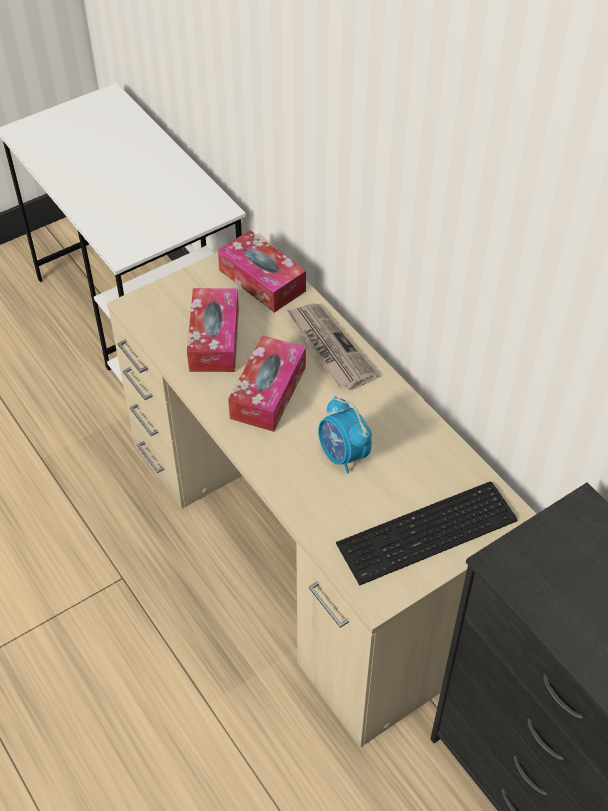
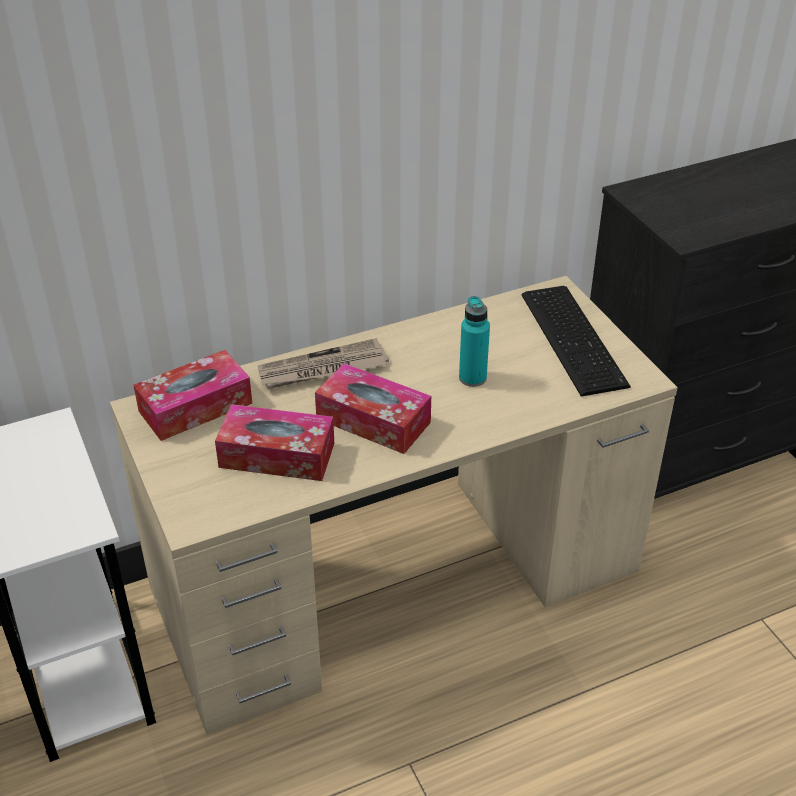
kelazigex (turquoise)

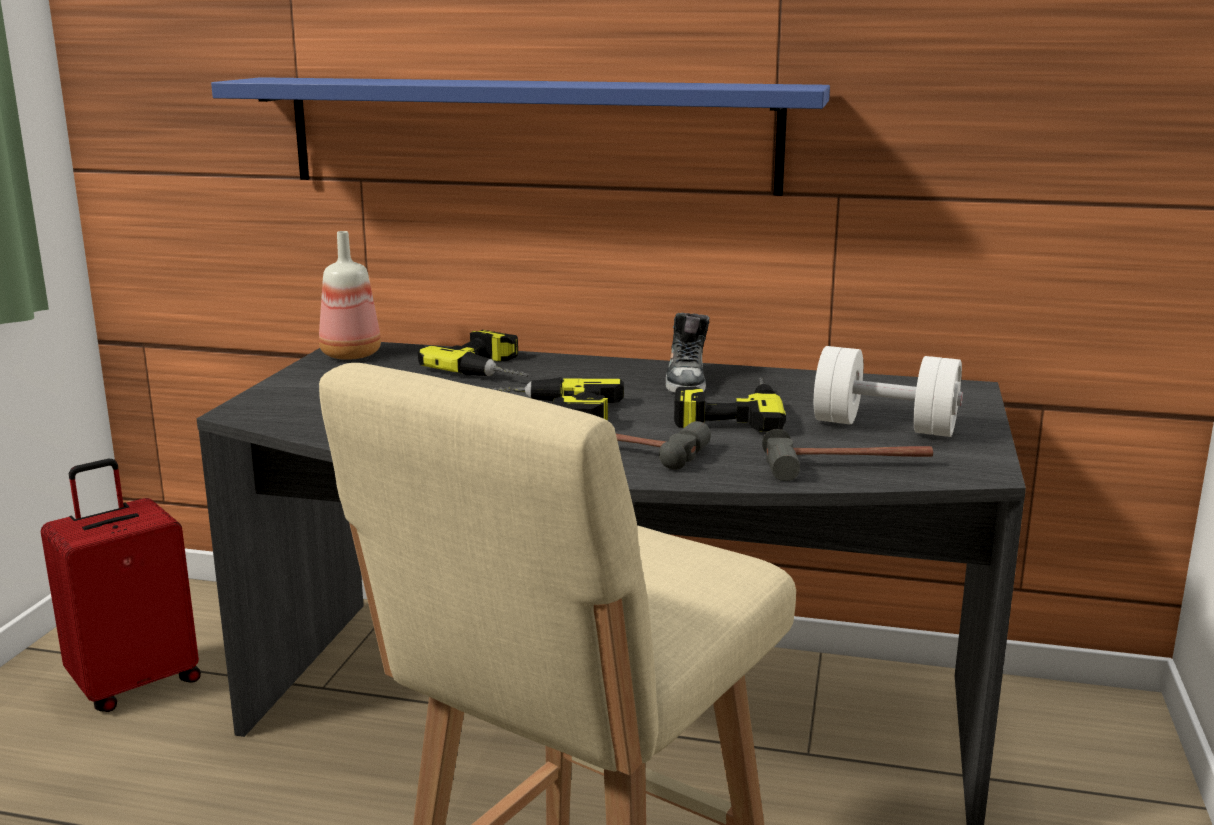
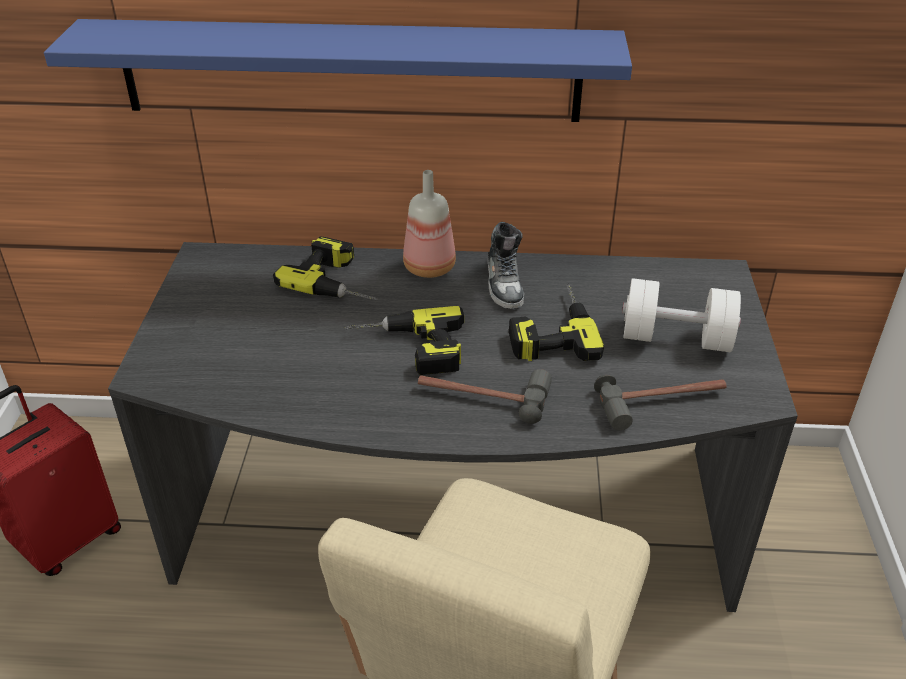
kelazigex

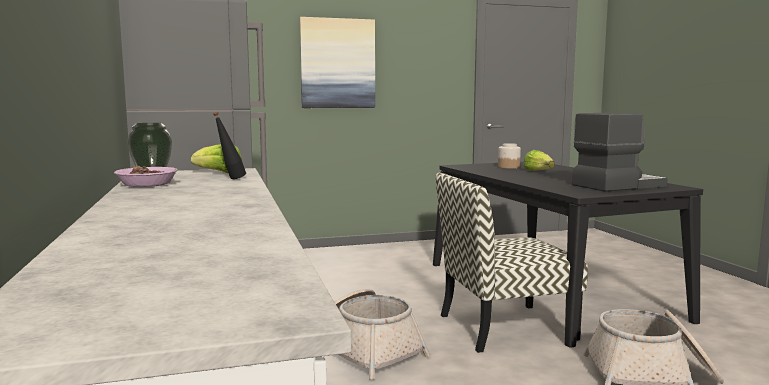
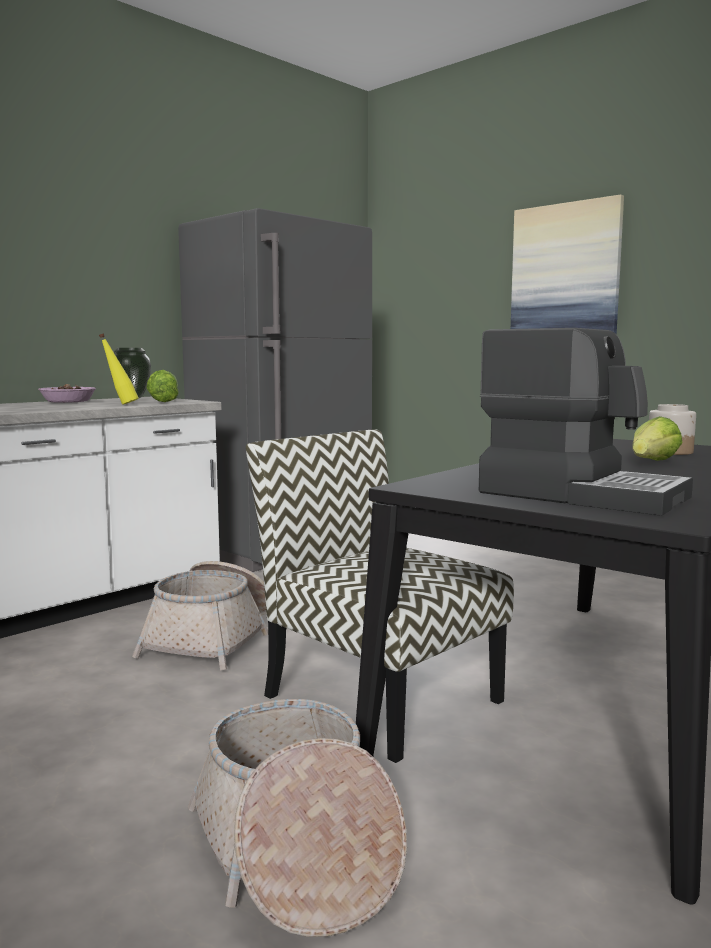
kelazigex (yellow)

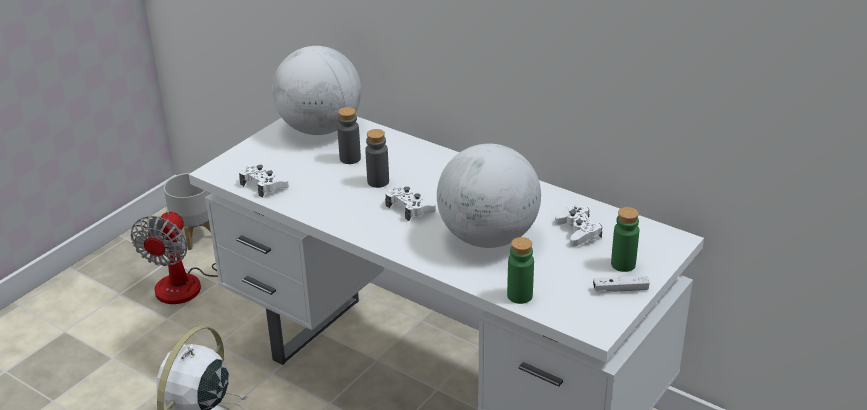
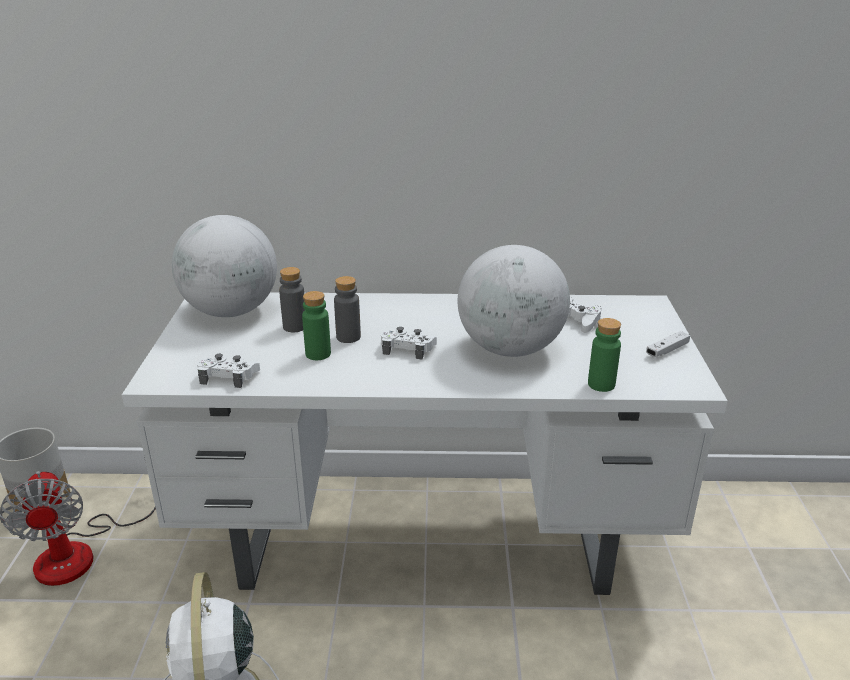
kelazigex (green) (1st from left)

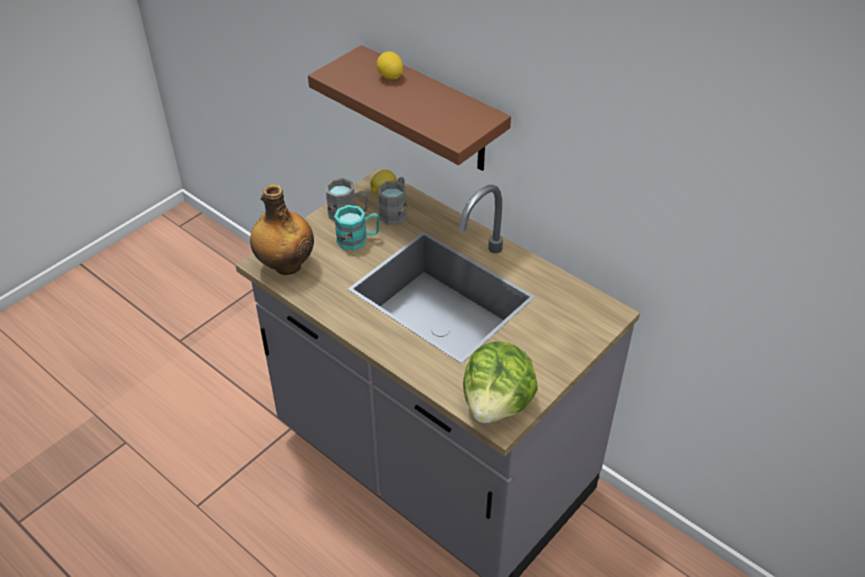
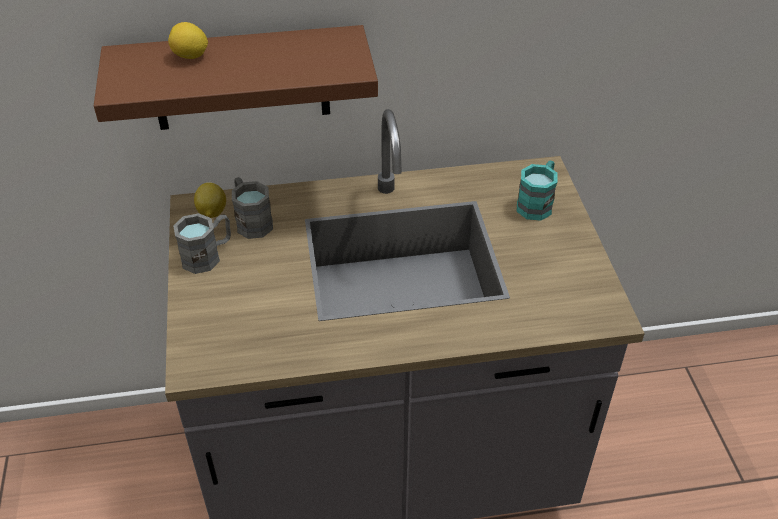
kelazigex
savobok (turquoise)
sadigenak

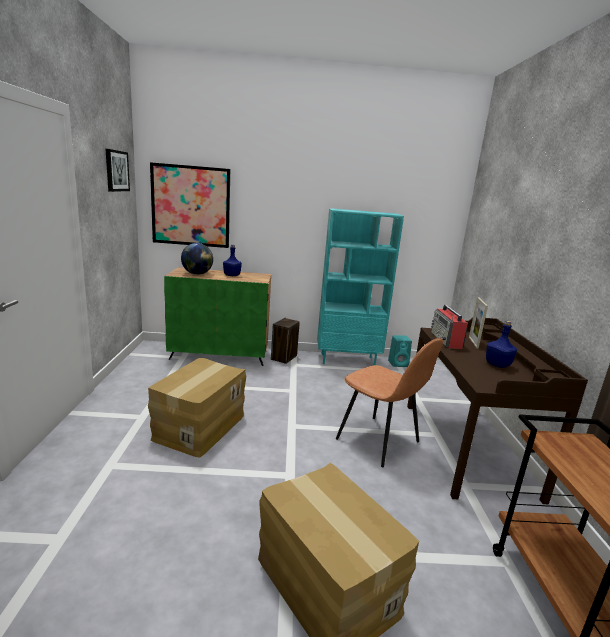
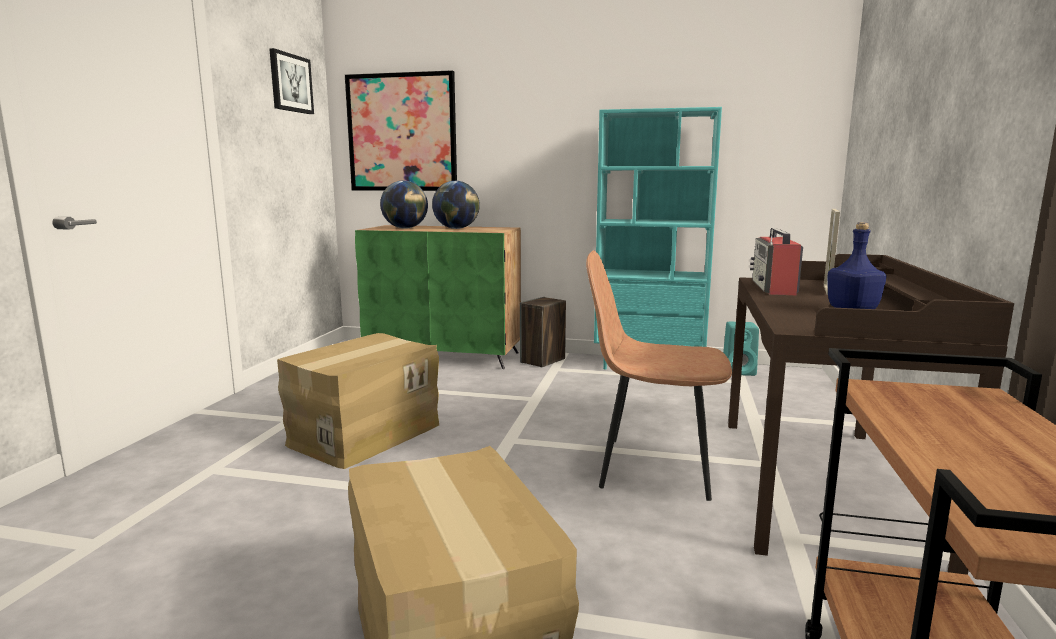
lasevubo (2nd from left)
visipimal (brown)

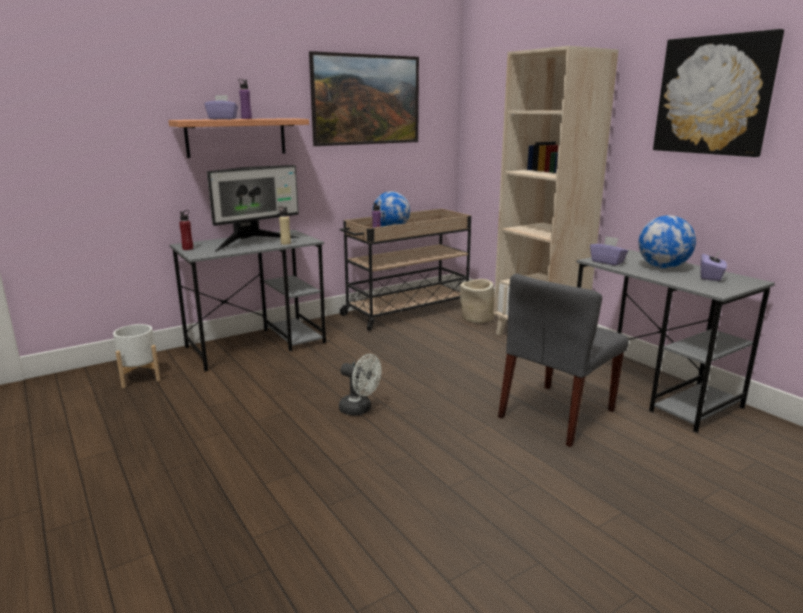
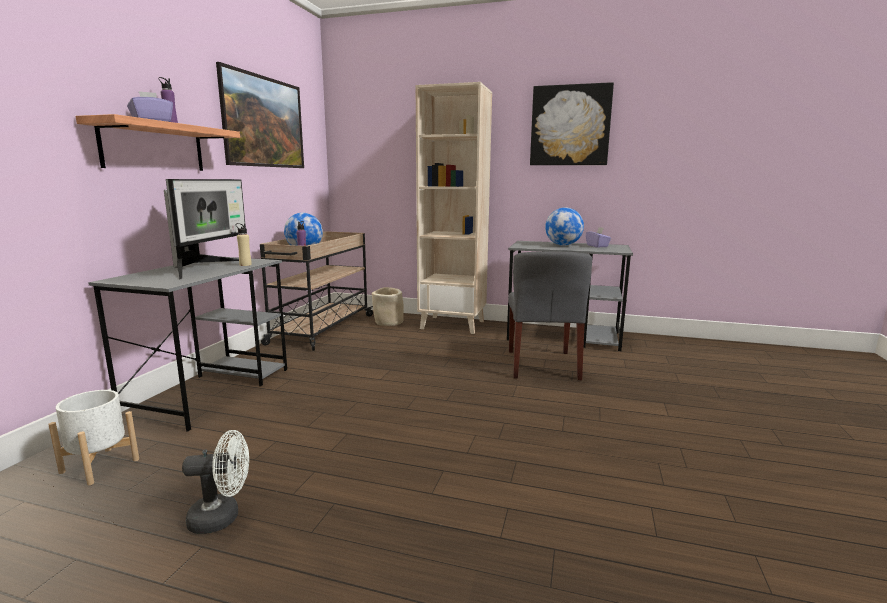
kelazigex (red)
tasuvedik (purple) (2nd from left in the first image)
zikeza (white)

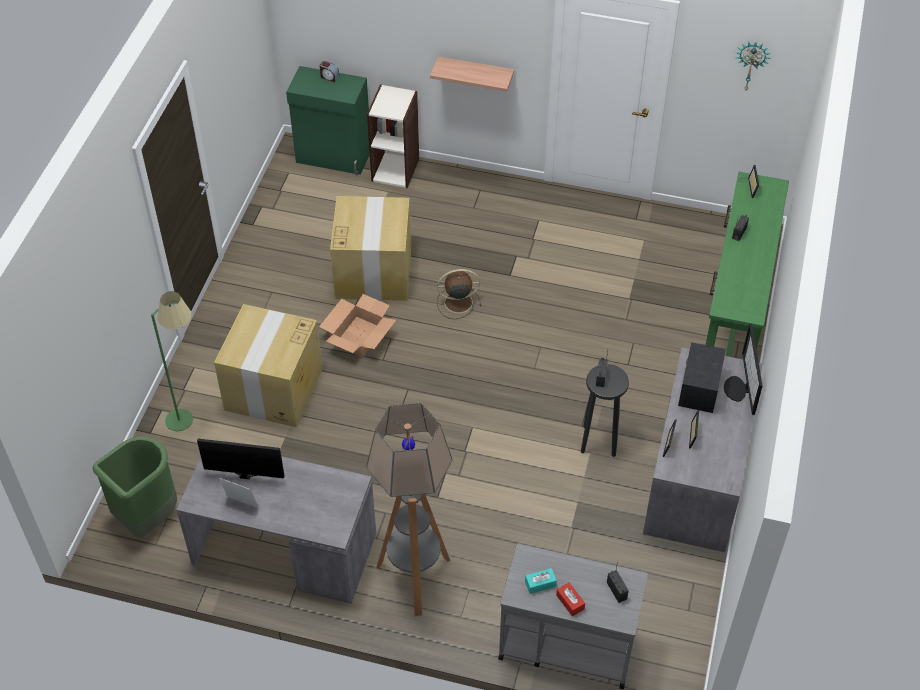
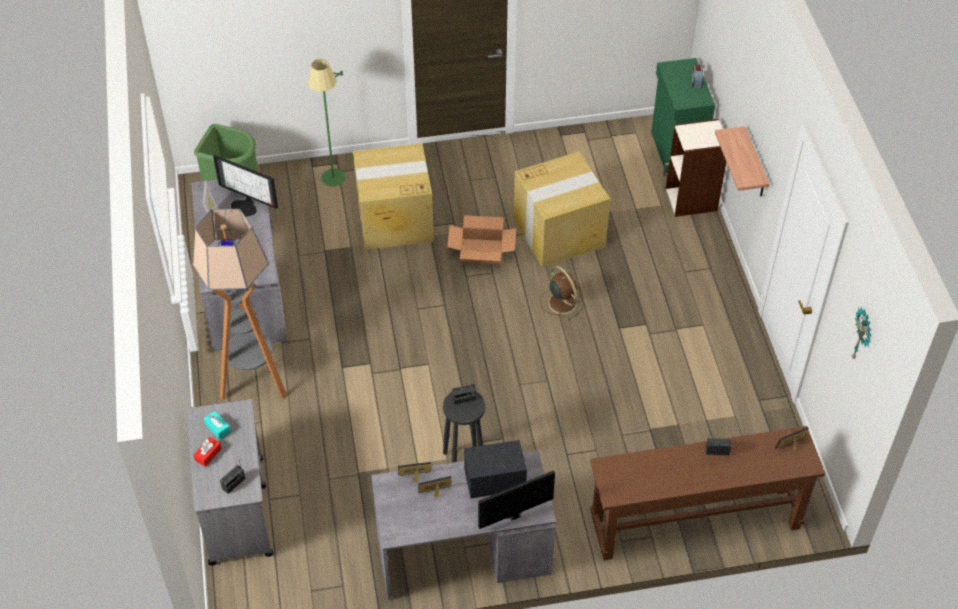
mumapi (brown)
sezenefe (1st from left)

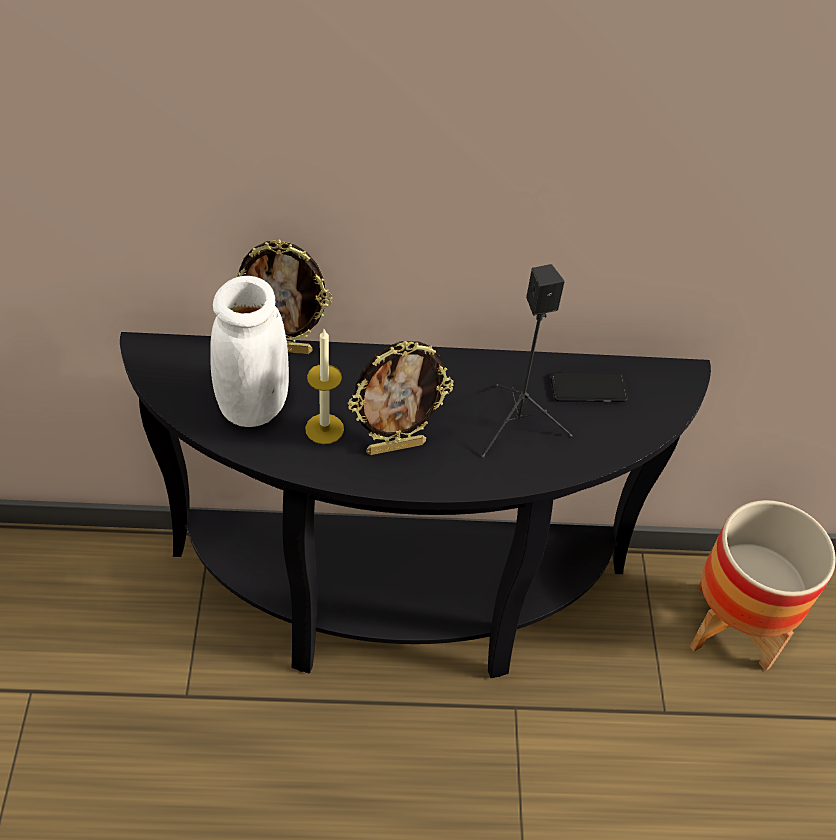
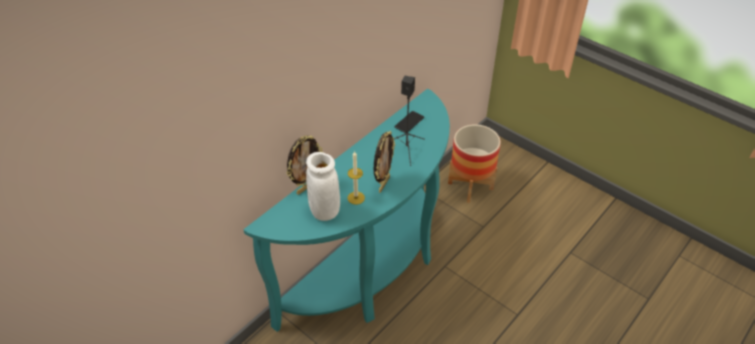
mumapi (turquoise)

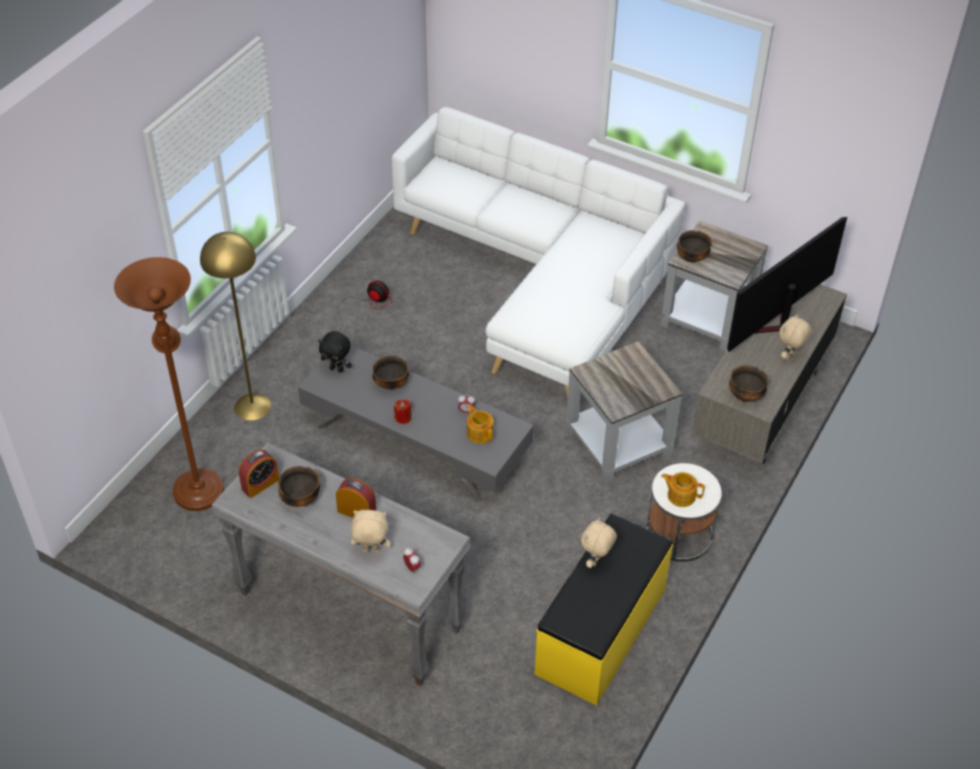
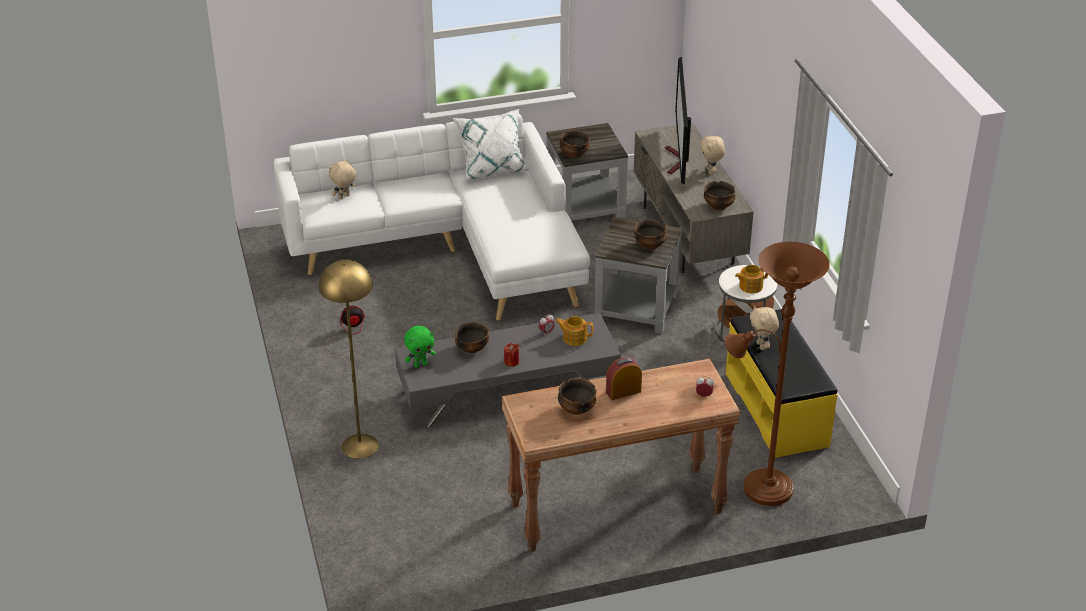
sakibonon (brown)
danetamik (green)
mumapi (brown)
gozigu (1st from left in the first image)
danetamik (beige) (1st from left)
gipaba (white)
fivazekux (4th from left)

